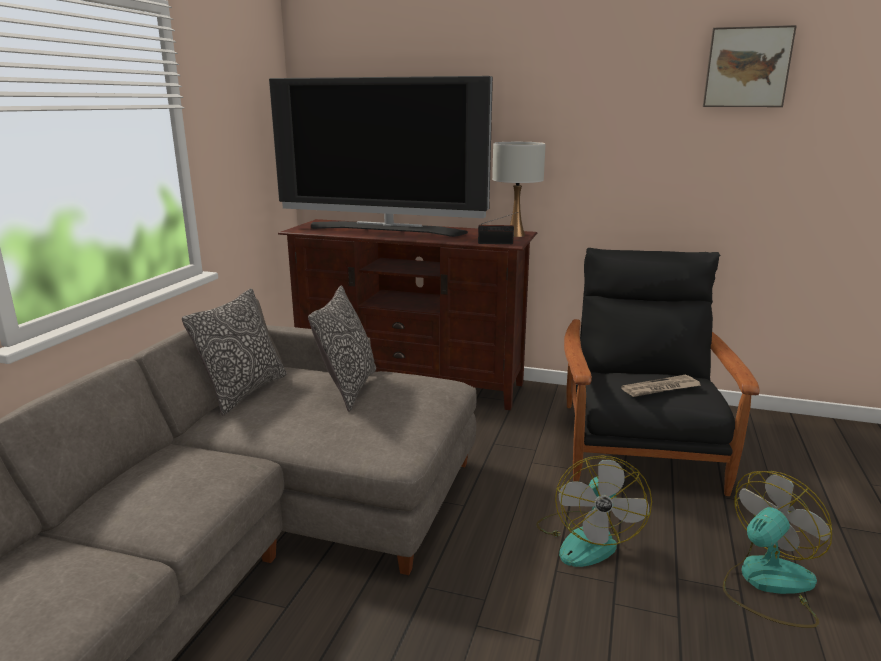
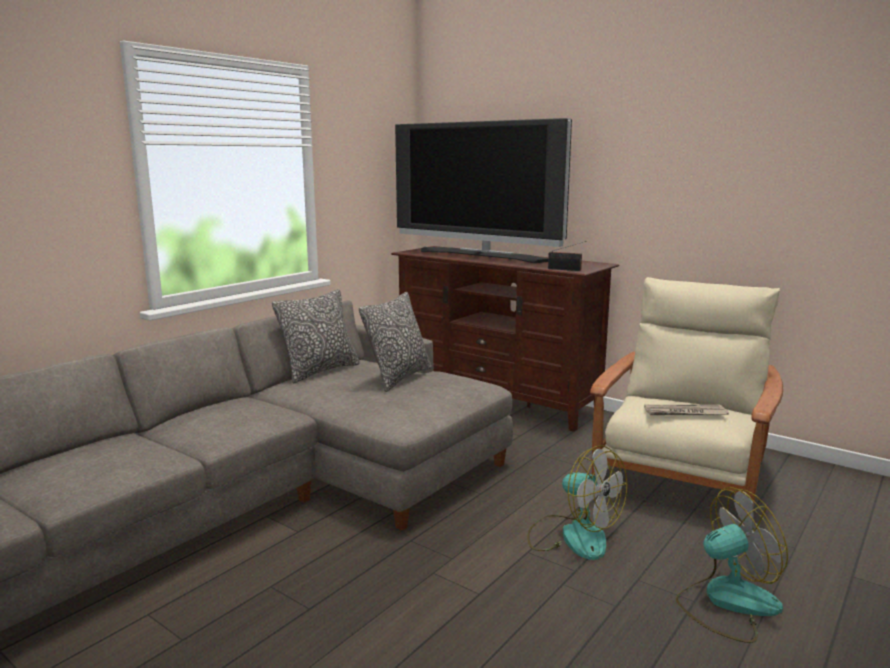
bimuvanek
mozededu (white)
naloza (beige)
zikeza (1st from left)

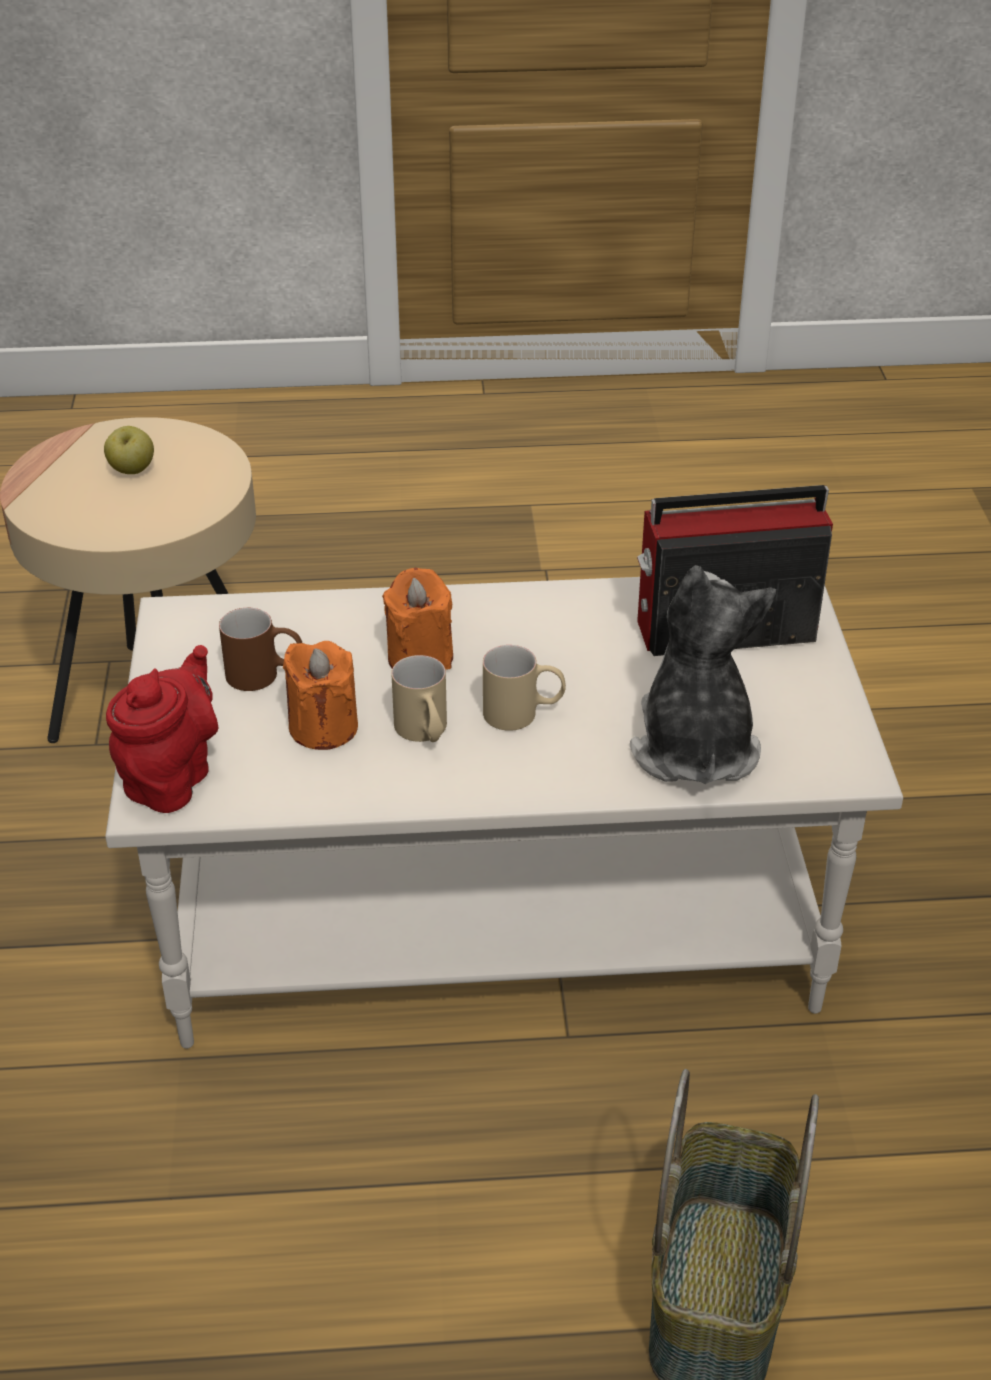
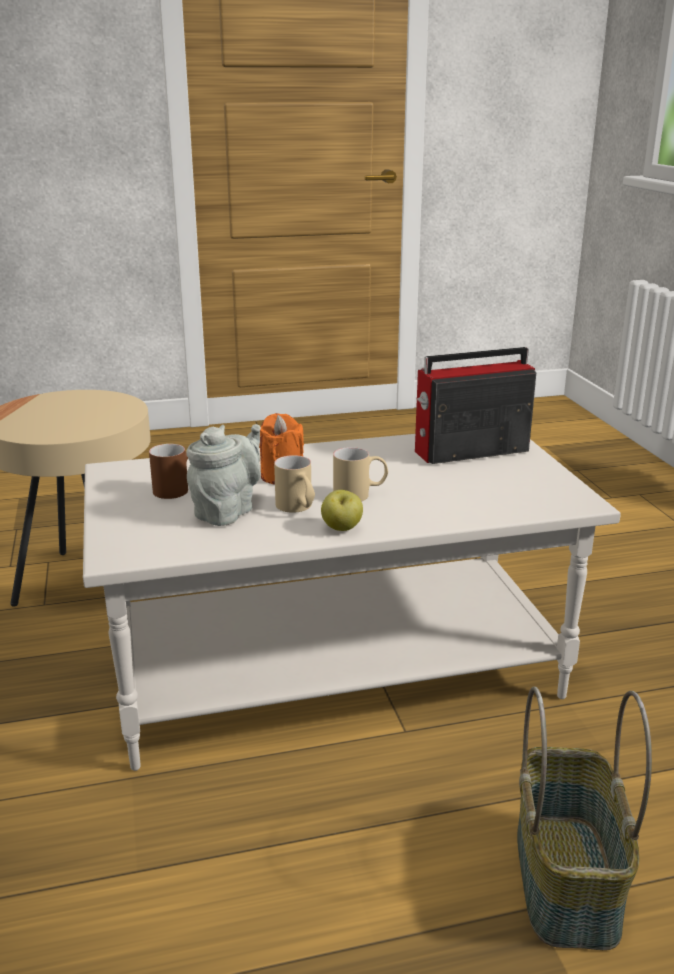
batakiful
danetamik
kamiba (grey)
kamiba (red)

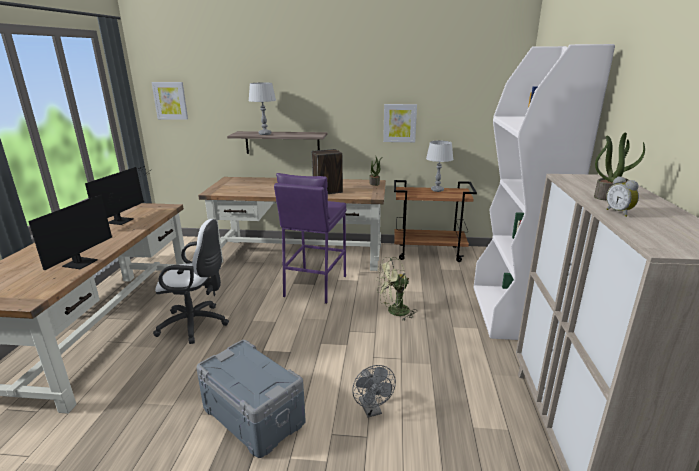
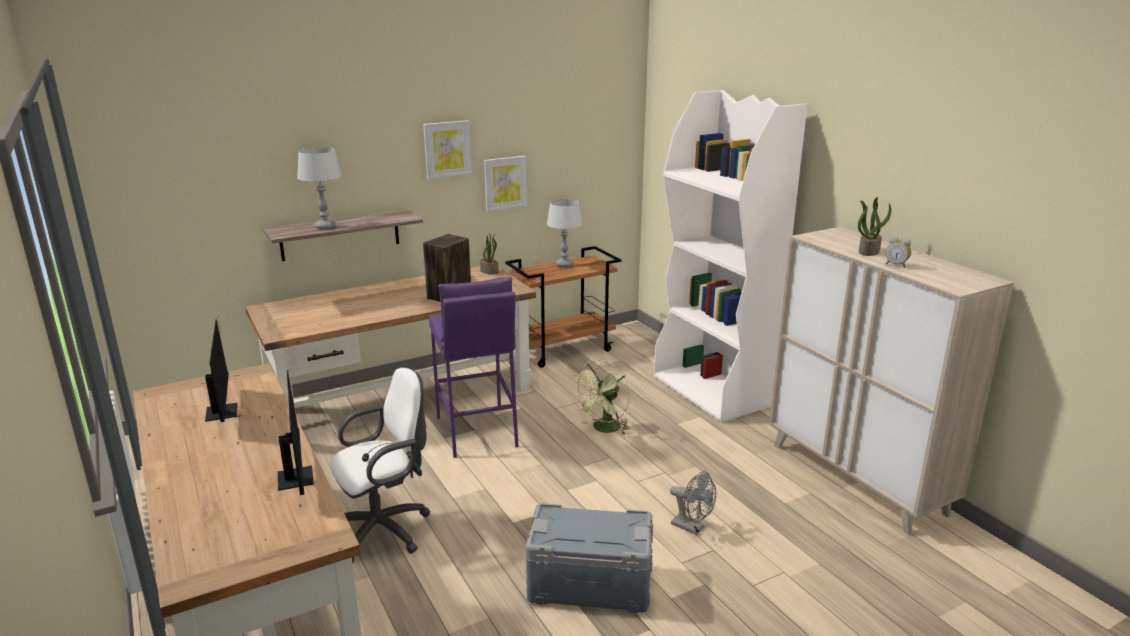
bimuvanek (1st from left)

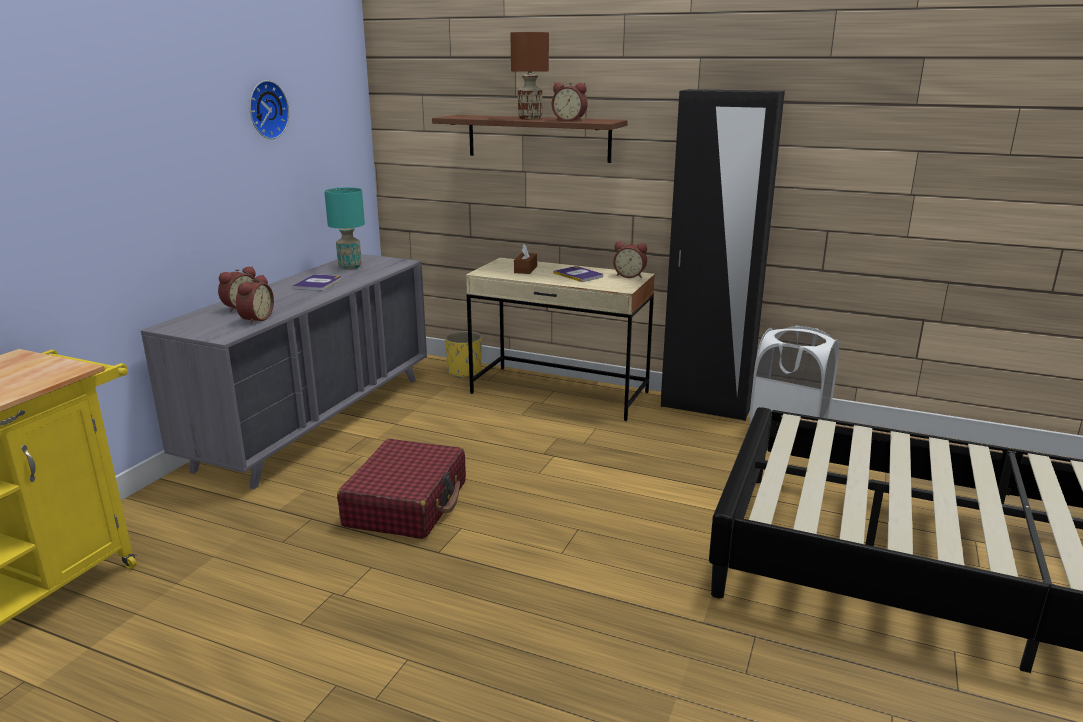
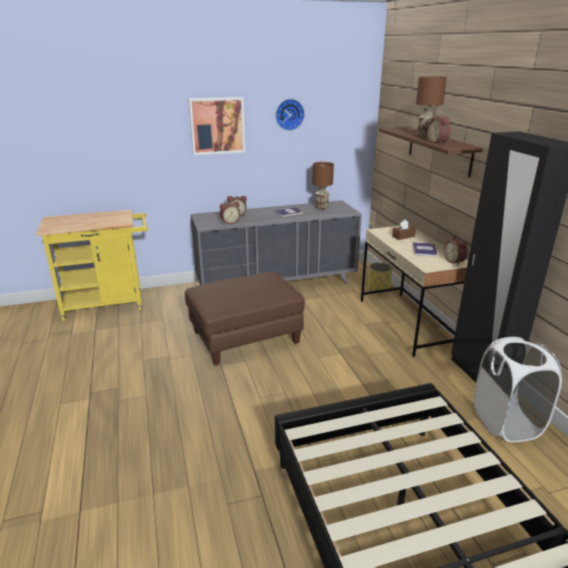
mozededu (brown) (1st from left)
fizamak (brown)
bimuvanek

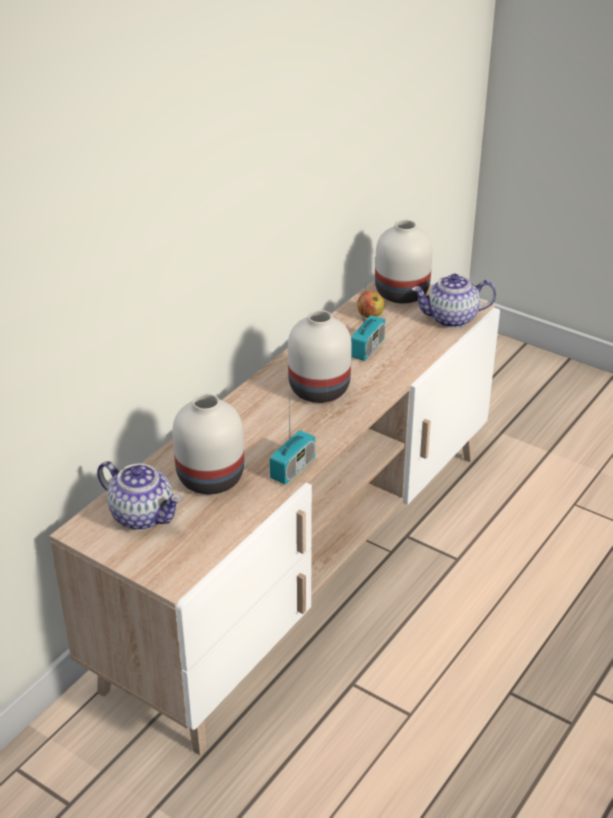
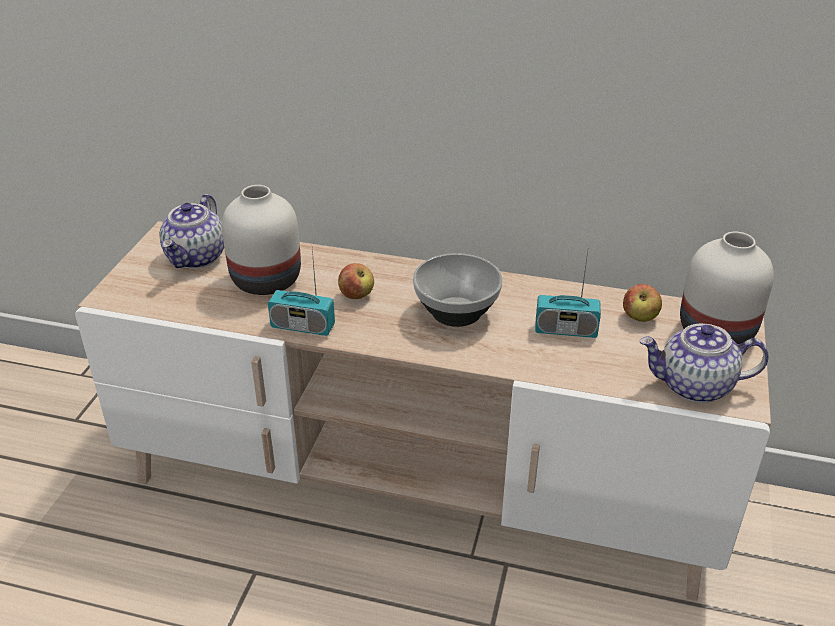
kamiba (2nd from left)
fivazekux
batakiful (1st from left)

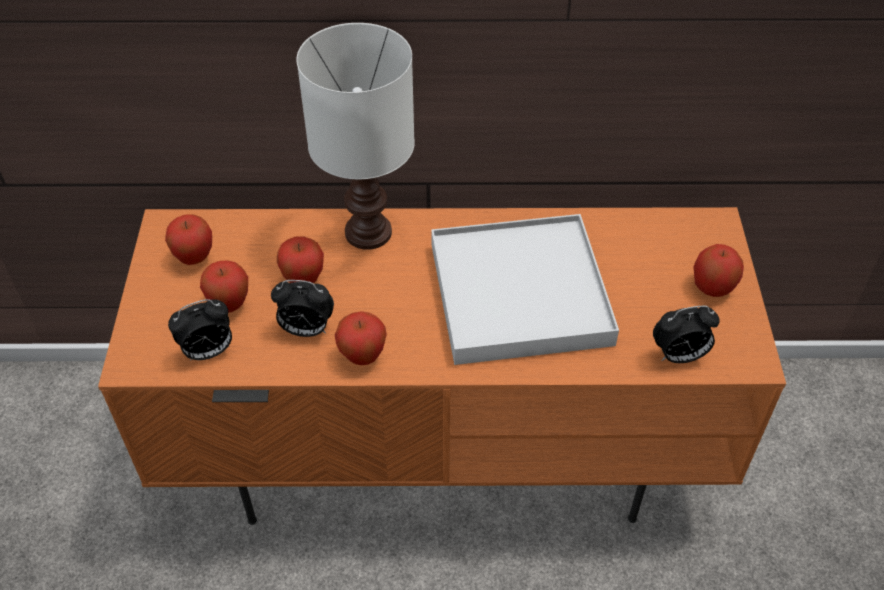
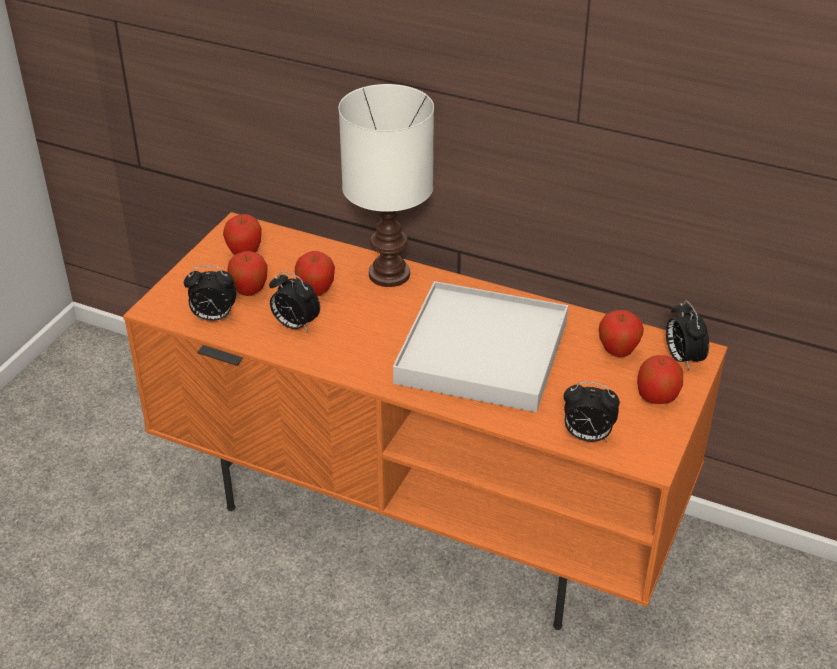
batakiful (4th from left)
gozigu (4th from left)

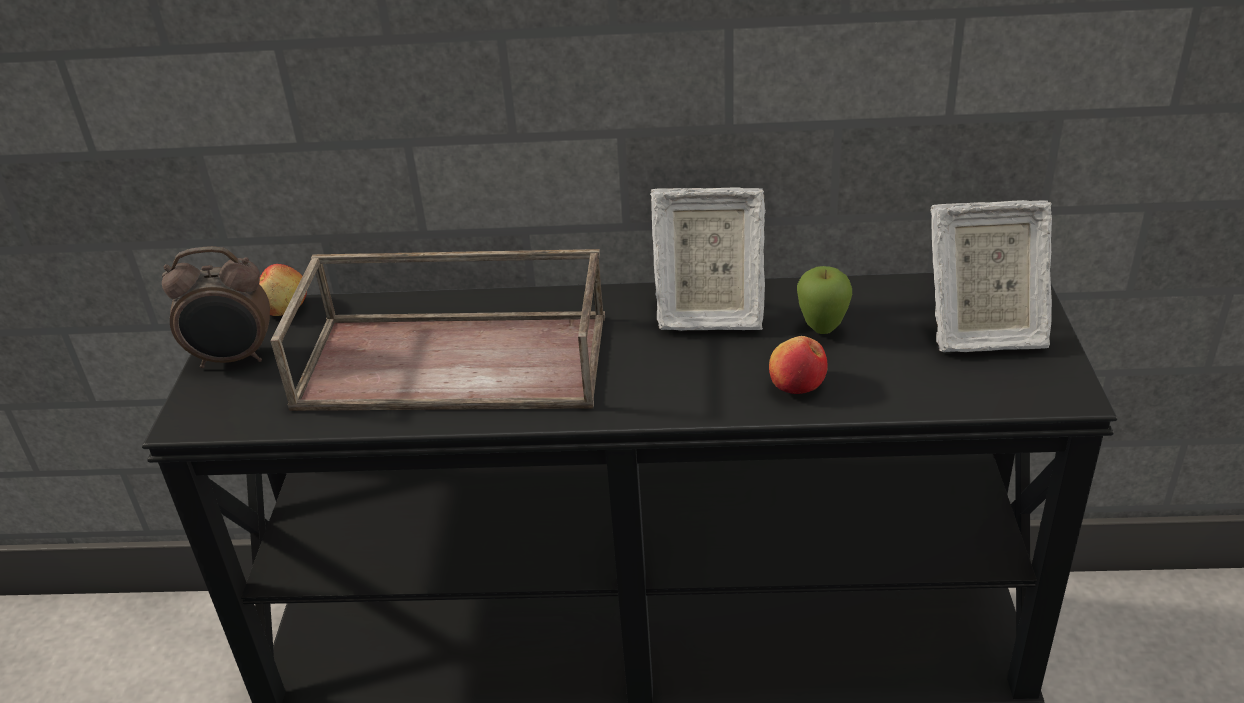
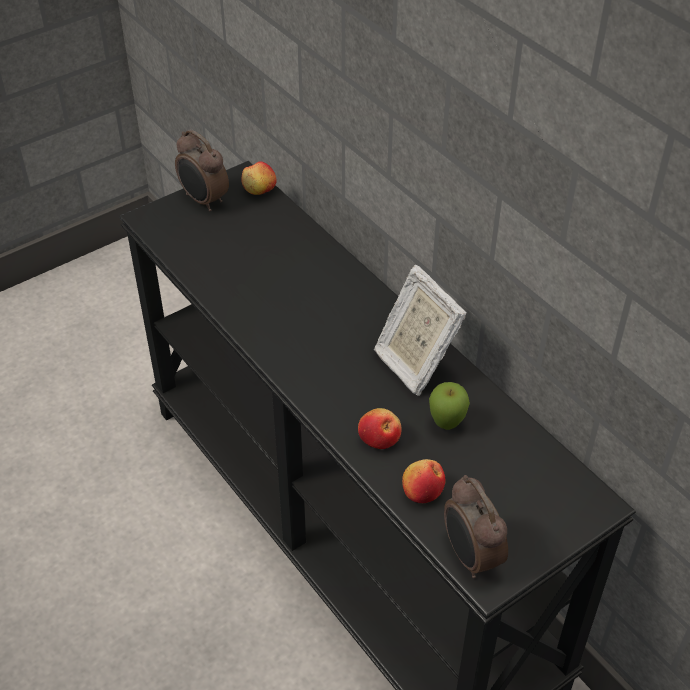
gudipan (2nd from left in the first image)
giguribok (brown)
batakiful (3rd from left)
gozigu (2nd from left)

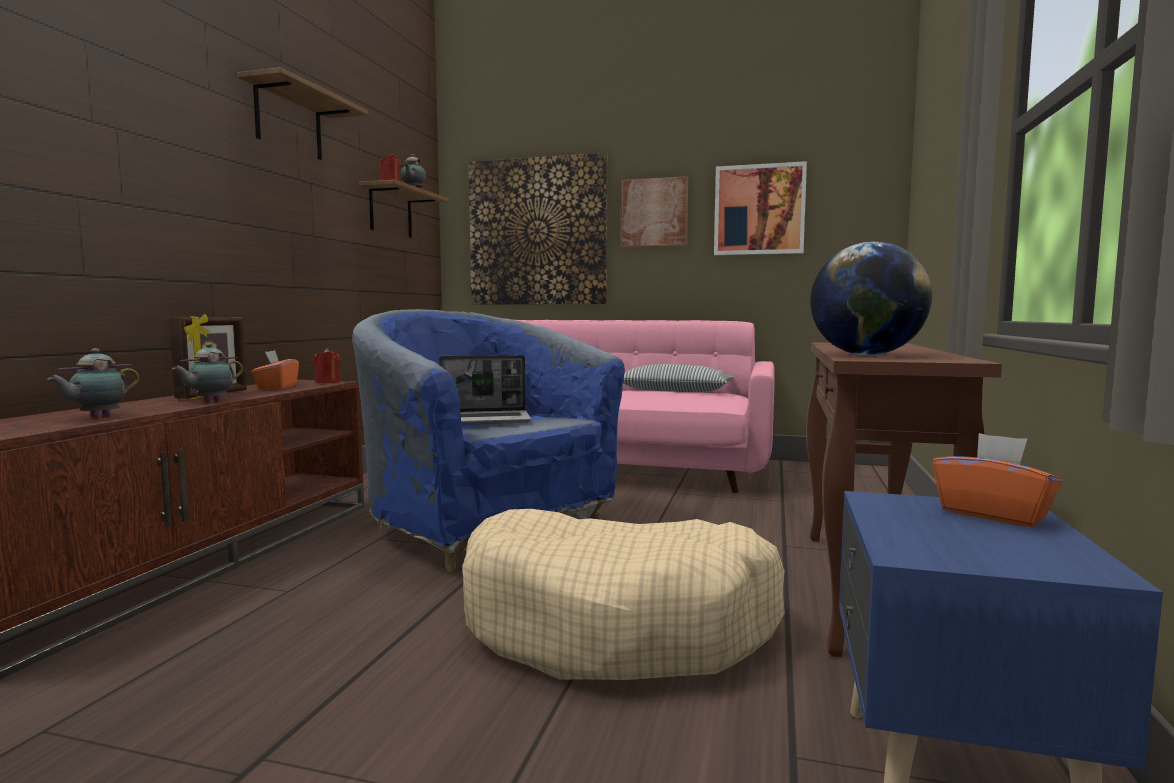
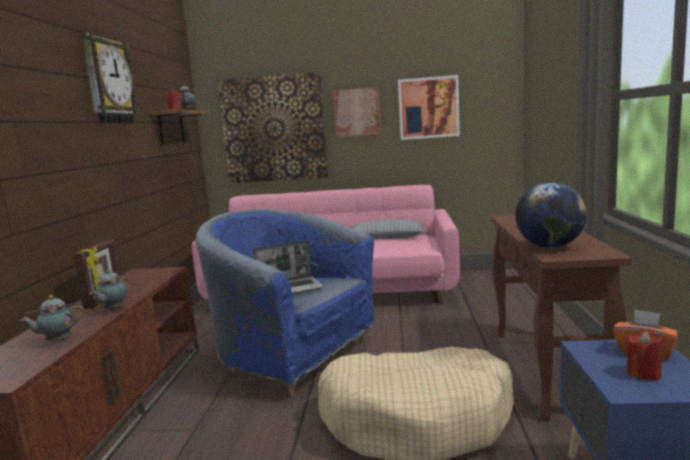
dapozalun
kamiba (1st from left)
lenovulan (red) (2nd from left)
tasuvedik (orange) (1st from left in the first image)

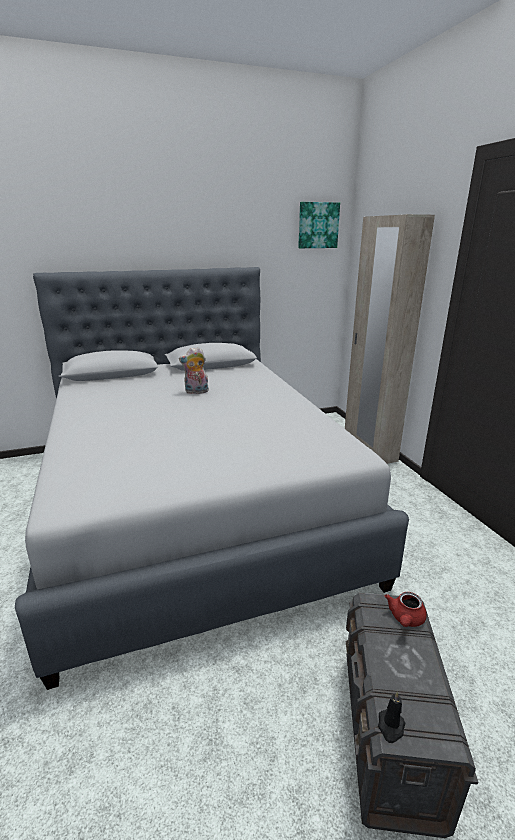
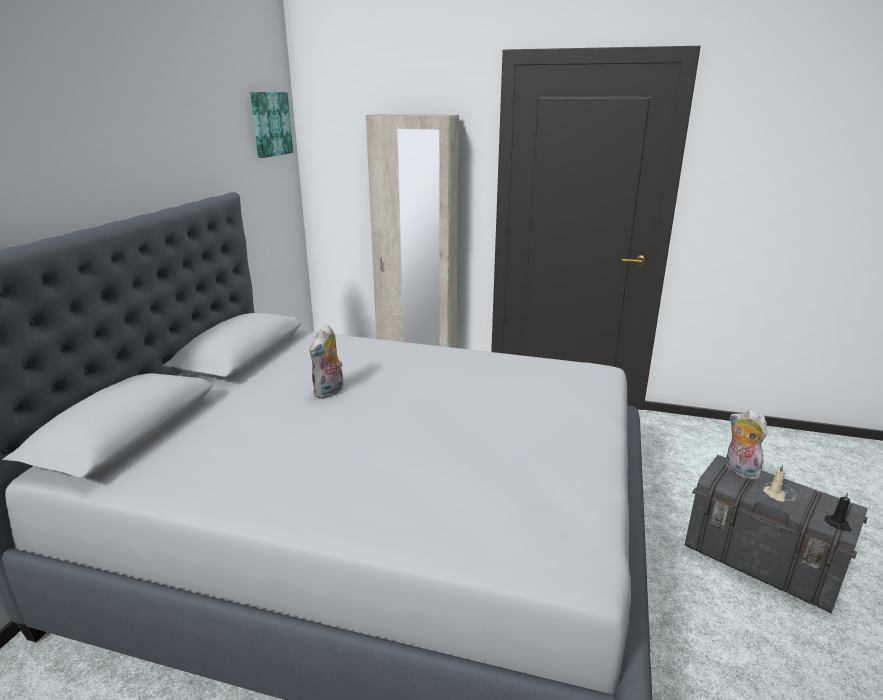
danetamik (2nd from left)
lenovulan (beige)

